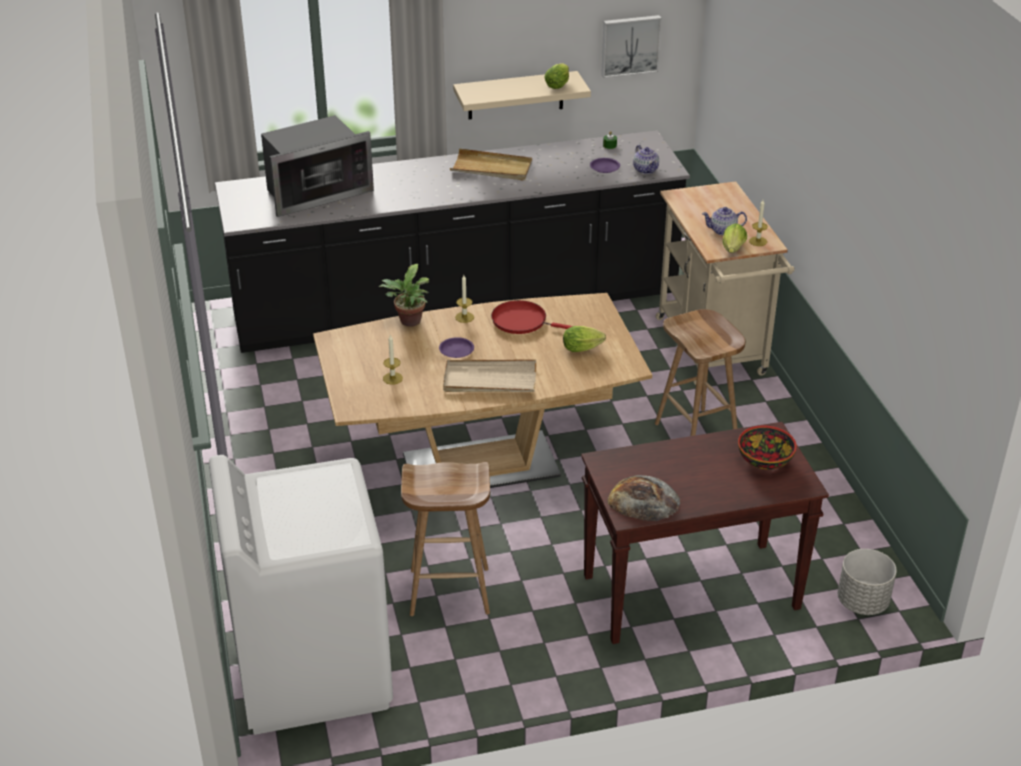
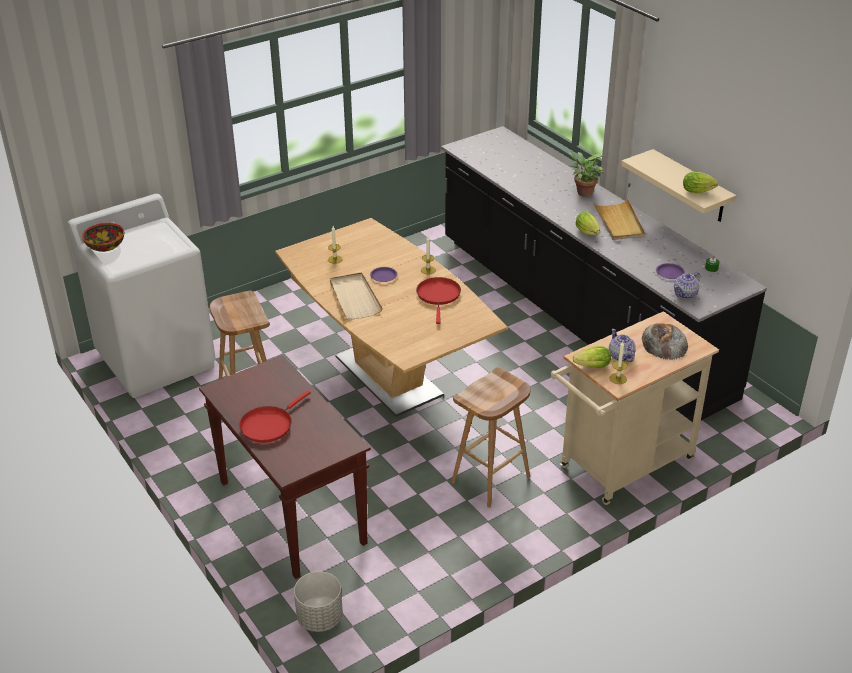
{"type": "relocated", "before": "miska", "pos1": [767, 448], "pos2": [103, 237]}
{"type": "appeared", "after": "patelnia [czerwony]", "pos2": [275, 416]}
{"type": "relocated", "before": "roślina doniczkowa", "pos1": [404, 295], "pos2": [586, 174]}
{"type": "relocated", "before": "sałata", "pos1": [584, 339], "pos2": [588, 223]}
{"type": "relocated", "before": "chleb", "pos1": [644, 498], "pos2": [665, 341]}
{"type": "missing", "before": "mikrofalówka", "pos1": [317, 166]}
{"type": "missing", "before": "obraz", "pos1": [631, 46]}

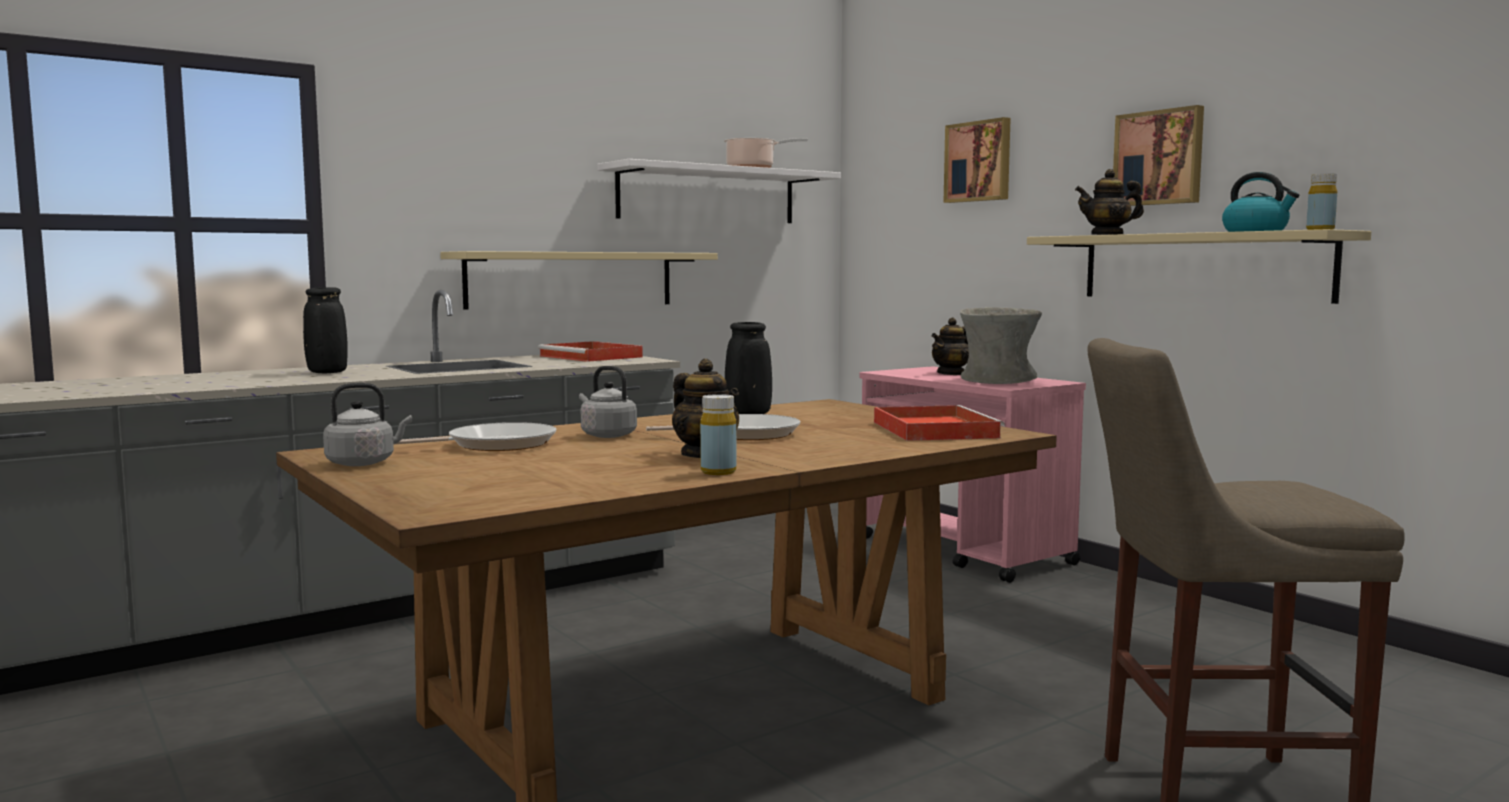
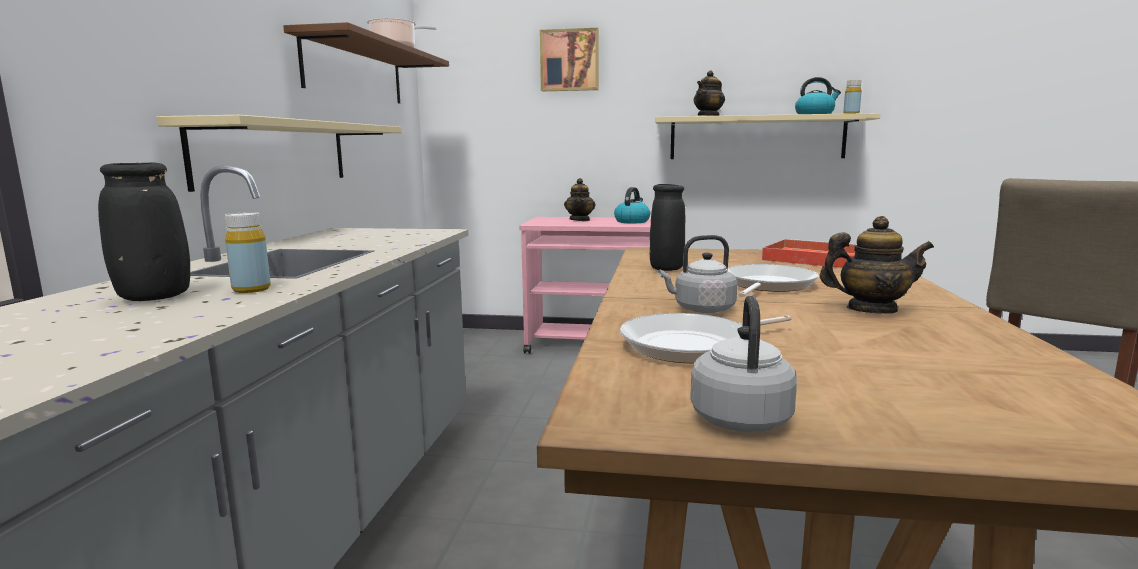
{"type": "relocated", "before": "butelka [żółty]", "pos1": [718, 434], "pos2": [248, 252]}
{"type": "colour", "before": "półka [biały]", "after": "półka [brązowy]", "pos1": [719, 191], "pos2": [366, 63]}
{"type": "exchanged", "before": "wazon [szary]", "after": "czajnik", "pos1": [1001, 345], "pos2": [632, 205]}
{"type": "spun", "before": "patelnia", "pos1": [476, 436], "pos2": [706, 338], "turn": -135}
{"type": "missing", "before": "taca [czerwony]", "pos1": [590, 351]}
{"type": "missing", "before": "obraz", "pos1": [1158, 155]}

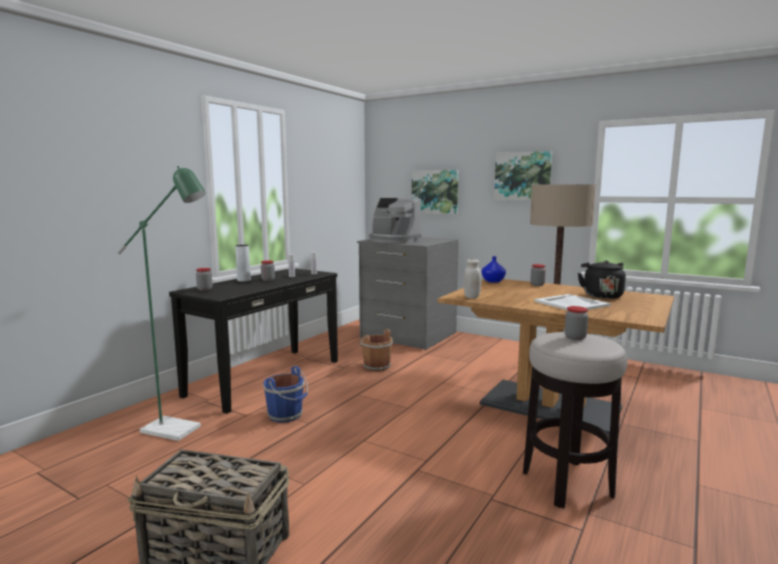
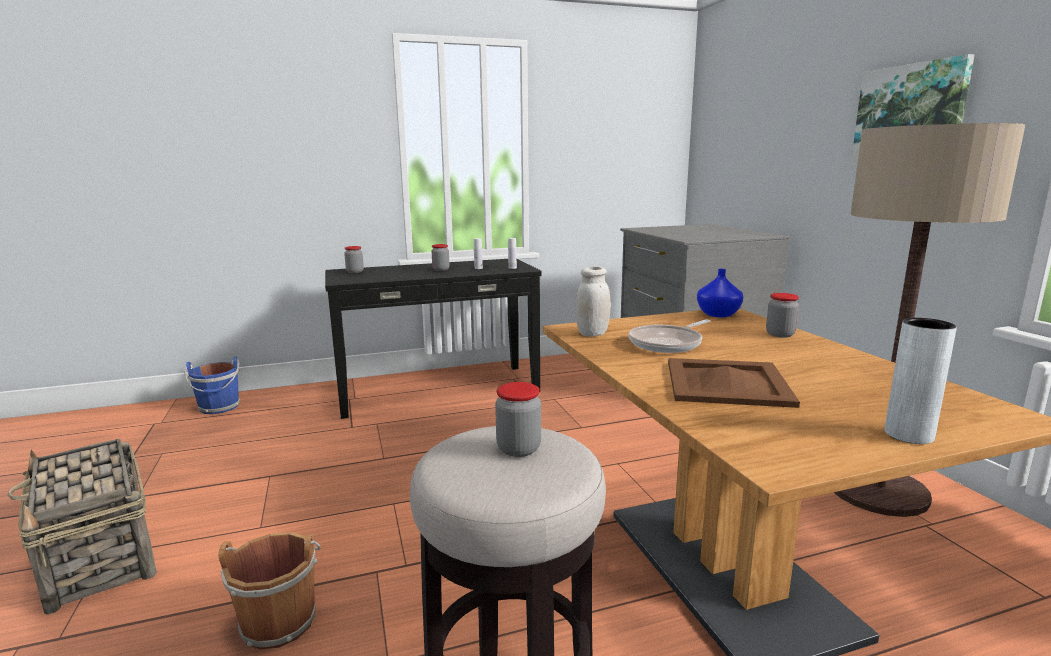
{"type": "relocated", "before": "wiadro [niebieski]", "pos1": [285, 394], "pos2": [212, 385]}
{"type": "relocated", "before": "wiadro [brązowy]", "pos1": [376, 350], "pos2": [269, 591]}
{"type": "appeared", "after": "patelnia", "pos2": [669, 336]}
{"type": "colour", "before": "taca [biały]", "after": "taca [brązowy]", "pos1": [572, 302], "pos2": [734, 383]}
{"type": "relocated", "before": "wazon [szary]", "pos1": [243, 263], "pos2": [920, 381]}
{"type": "missing", "before": "lampa stojąca [zielony]", "pos1": [161, 303]}
{"type": "missing", "before": "ekspres do kawy", "pos1": [395, 220]}
{"type": "missing", "before": "obraz", "pos1": [435, 192]}
{"type": "missing", "before": "czajnik [czarny]", "pos1": [602, 279]}

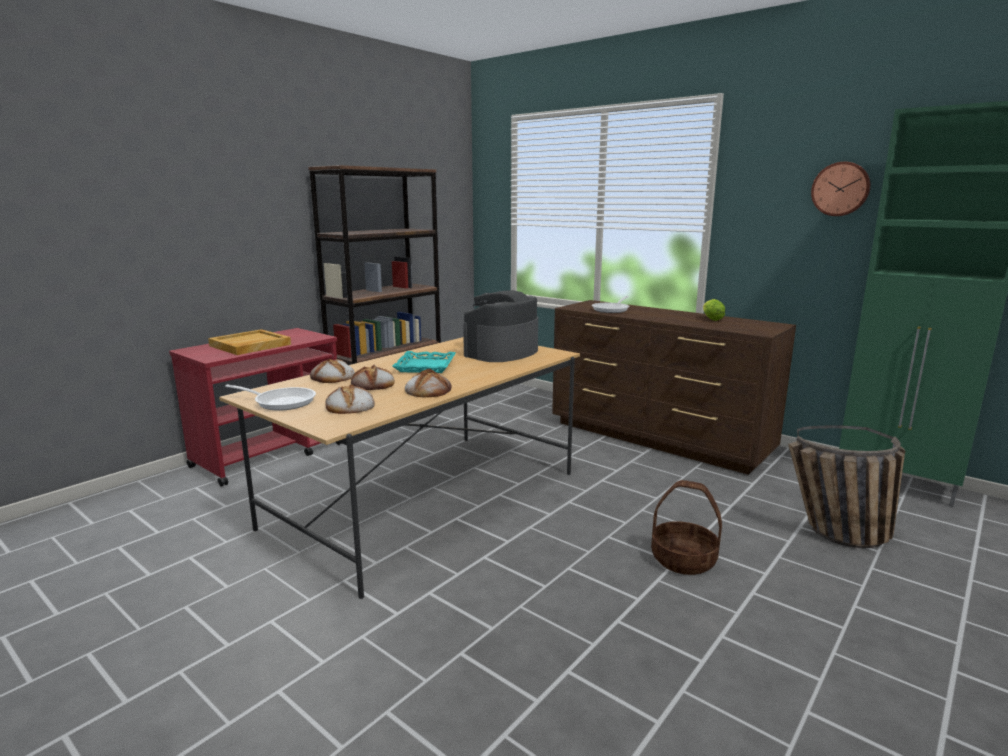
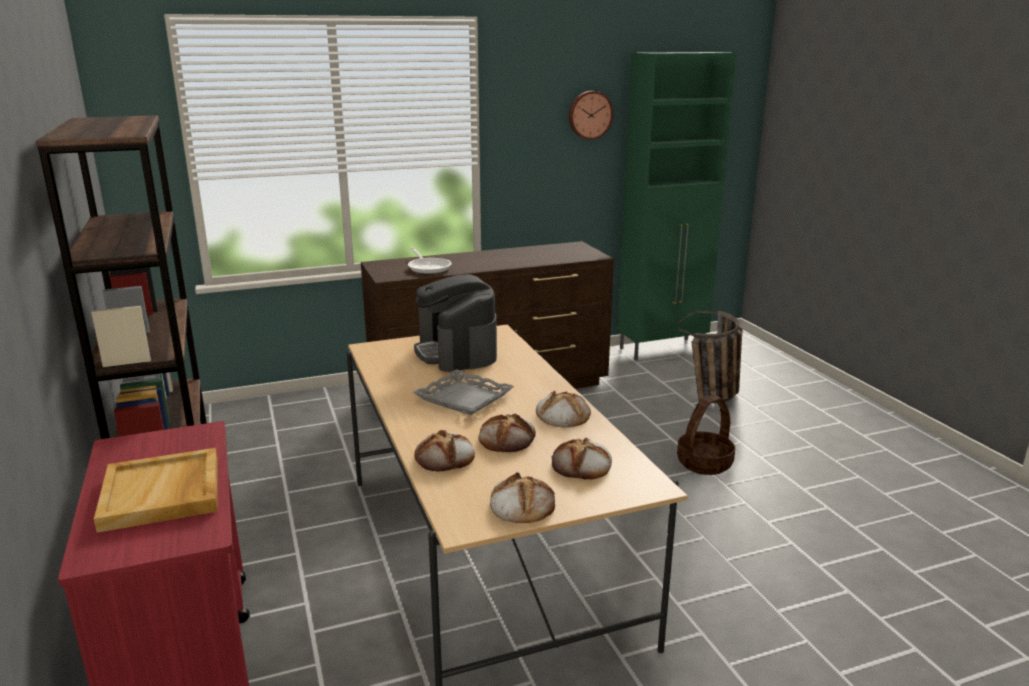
{"type": "colour", "before": "taca [turkusowy]", "after": "taca [szary]", "pos1": [424, 362], "pos2": [463, 392]}
{"type": "exchanged", "before": "patelnia", "after": "chleb", "pos1": [270, 397], "pos2": [522, 497]}
{"type": "missing", "before": "sałata", "pos1": [714, 310]}

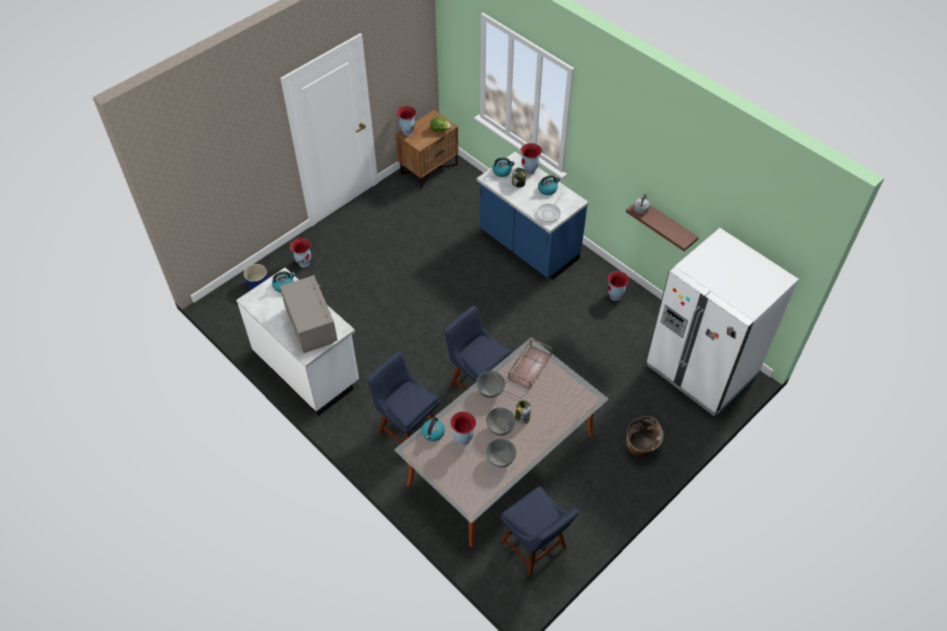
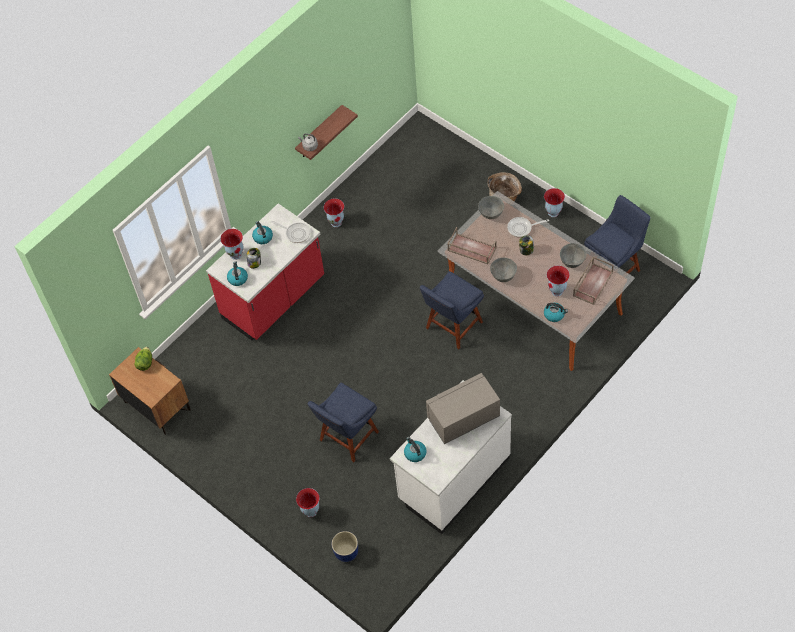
{"type": "colour", "before": "zabudowa kuchenna [niebieski]", "after": "zabudowa kuchenna [czerwony]", "pos1": [532, 216], "pos2": [265, 272]}
{"type": "relocated", "before": "krzesło [niebieski]", "pos1": [403, 397], "pos2": [343, 422]}
{"type": "relocated", "before": "miska [szary]", "pos1": [501, 422], "pos2": [491, 207]}
{"type": "appeared", "after": "patelnia", "pos2": [528, 227]}
{"type": "relocated", "before": "wazon", "pos1": [406, 121], "pos2": [554, 202]}
{"type": "appeared", "after": "taca [brązowy]", "pos2": [593, 280]}
{"type": "missing", "before": "lodówka [biały]", "pos1": [722, 322]}

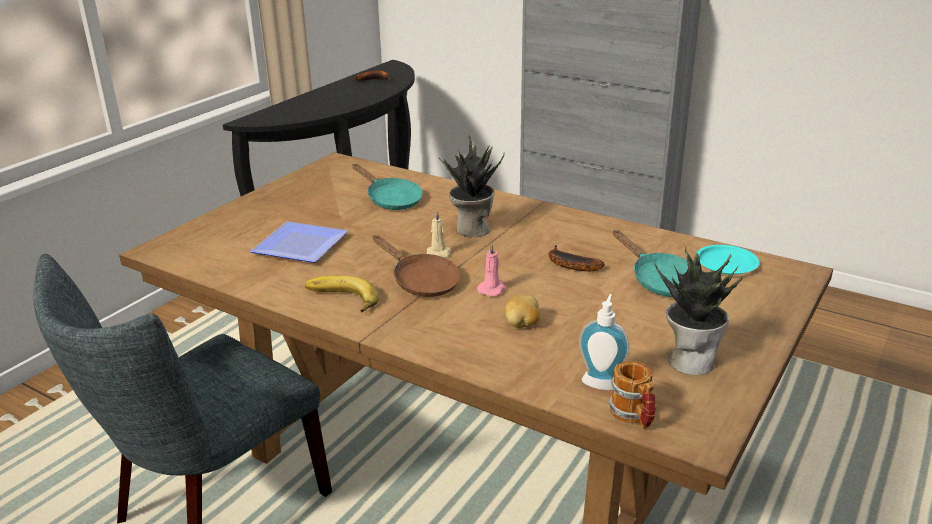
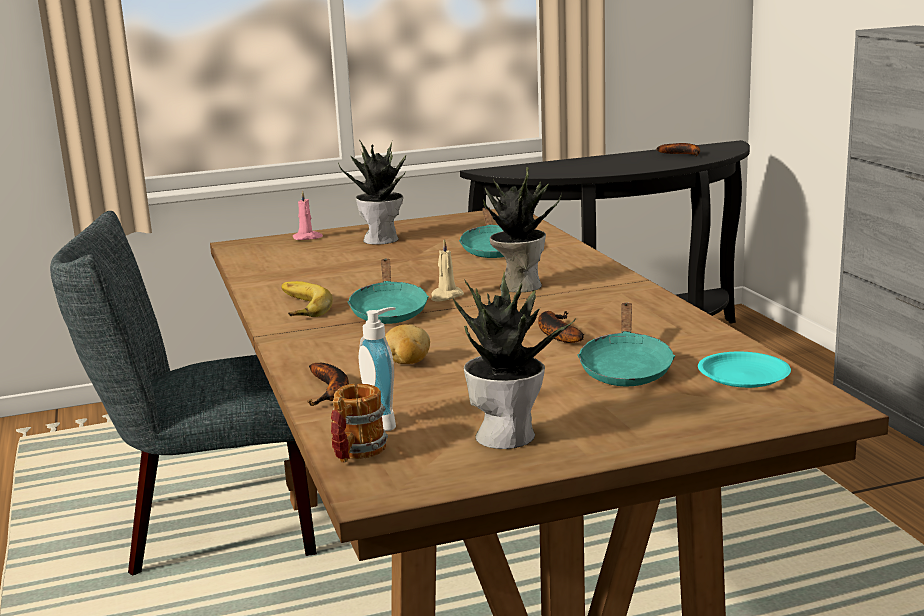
{"type": "relocated", "before": "świeca [różowy]", "pos1": [491, 269], "pos2": [308, 215]}
{"type": "appeared", "after": "banan", "pos2": [328, 384]}
{"type": "appeared", "after": "roślina doniczkowa", "pos2": [372, 192]}
{"type": "colour", "before": "patelnia [brązowy]", "after": "patelnia [turkusowy]", "pos1": [416, 266], "pos2": [388, 291]}
{"type": "missing", "before": "talerz", "pos1": [299, 242]}

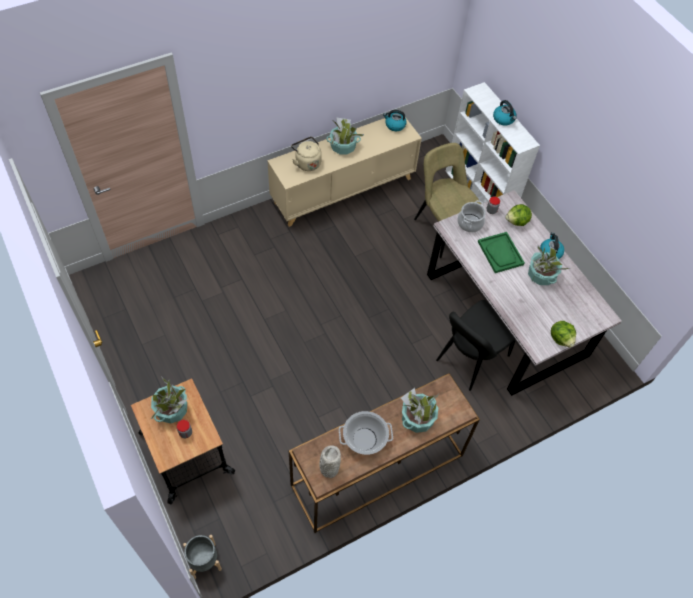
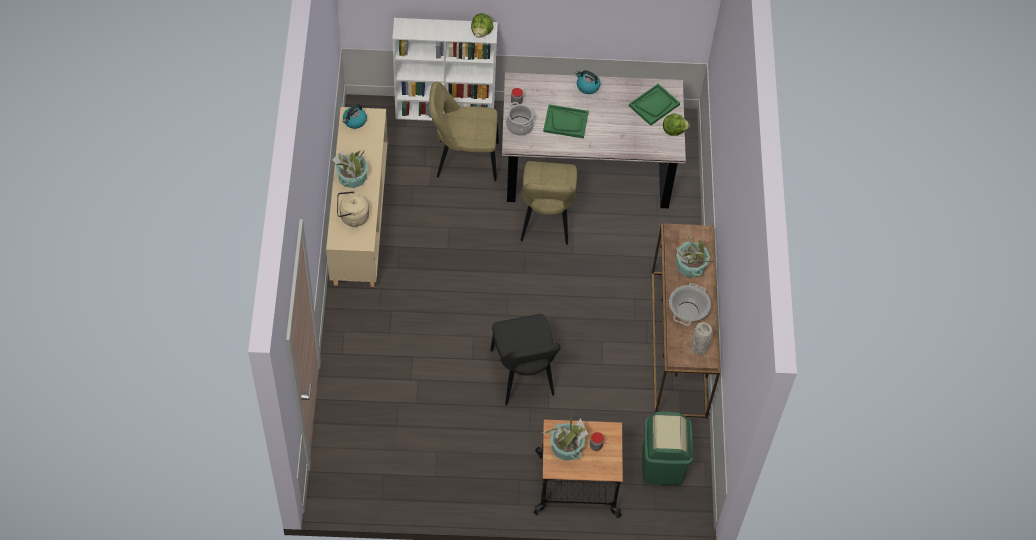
{"type": "relocated", "before": "sałata", "pos1": [518, 215], "pos2": [482, 25]}
{"type": "relocated", "before": "krzesło [czarny]", "pos1": [476, 345], "pos2": [525, 359]}
{"type": "appeared", "after": "krzesło [beżowy]", "pos2": [549, 203]}
{"type": "appeared", "after": "taca [zielony]", "pos2": [654, 105]}
{"type": "appeared", "after": "kosz na śmieci [zielony]", "pos2": [667, 448]}
{"type": "missing", "before": "donica [szary]", "pos1": [202, 557]}
{"type": "missing", "before": "czajnik", "pos1": [504, 113]}
{"type": "missing", "before": "roślina doniczkowa", "pos1": [549, 265]}

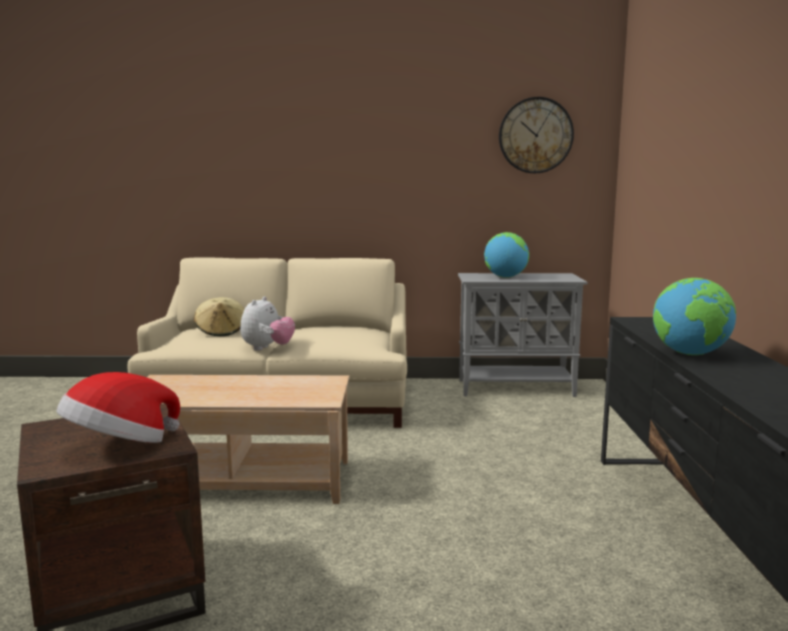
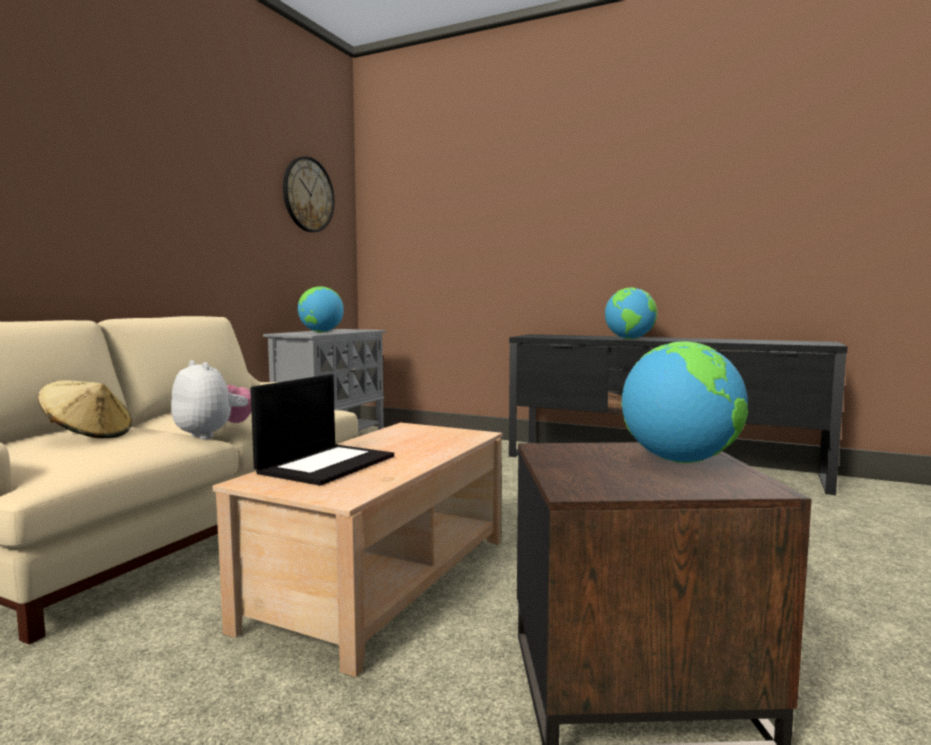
{"type": "appeared", "after": "laptop", "pos2": [322, 430]}
{"type": "exchanged", "before": "kapelusz", "after": "globus", "pos1": [118, 407], "pos2": [684, 402]}

